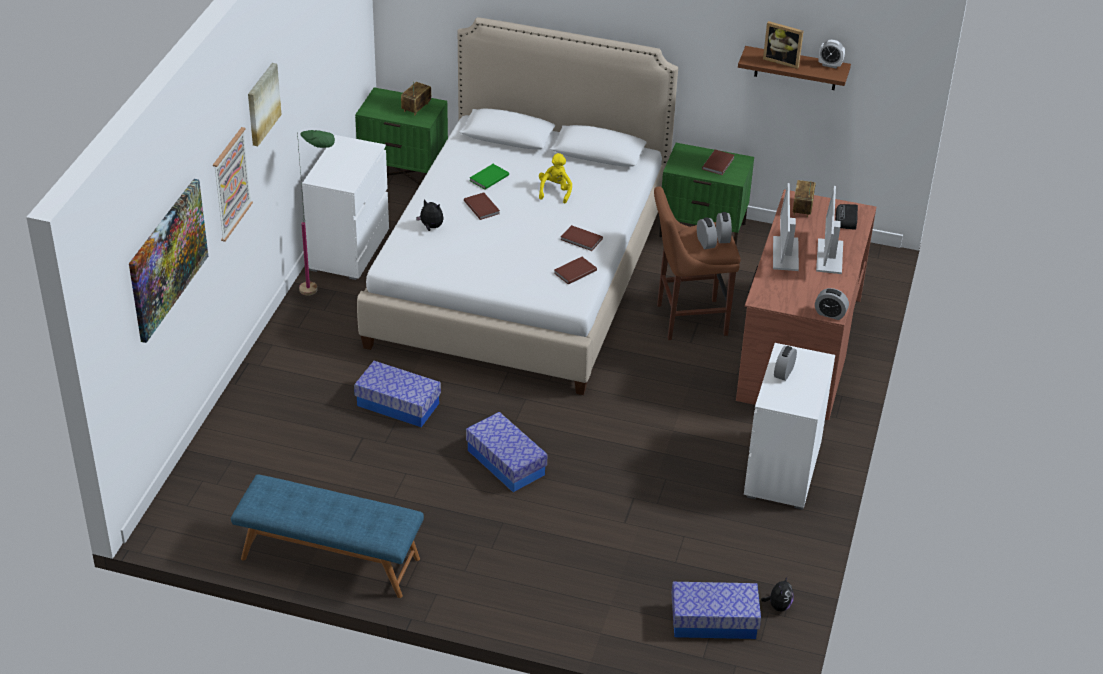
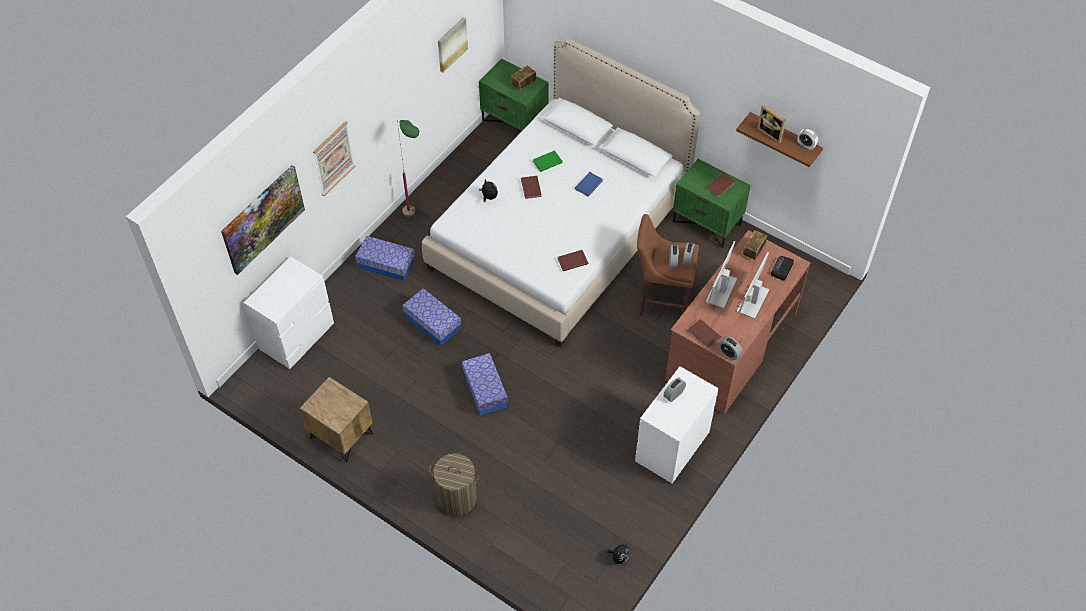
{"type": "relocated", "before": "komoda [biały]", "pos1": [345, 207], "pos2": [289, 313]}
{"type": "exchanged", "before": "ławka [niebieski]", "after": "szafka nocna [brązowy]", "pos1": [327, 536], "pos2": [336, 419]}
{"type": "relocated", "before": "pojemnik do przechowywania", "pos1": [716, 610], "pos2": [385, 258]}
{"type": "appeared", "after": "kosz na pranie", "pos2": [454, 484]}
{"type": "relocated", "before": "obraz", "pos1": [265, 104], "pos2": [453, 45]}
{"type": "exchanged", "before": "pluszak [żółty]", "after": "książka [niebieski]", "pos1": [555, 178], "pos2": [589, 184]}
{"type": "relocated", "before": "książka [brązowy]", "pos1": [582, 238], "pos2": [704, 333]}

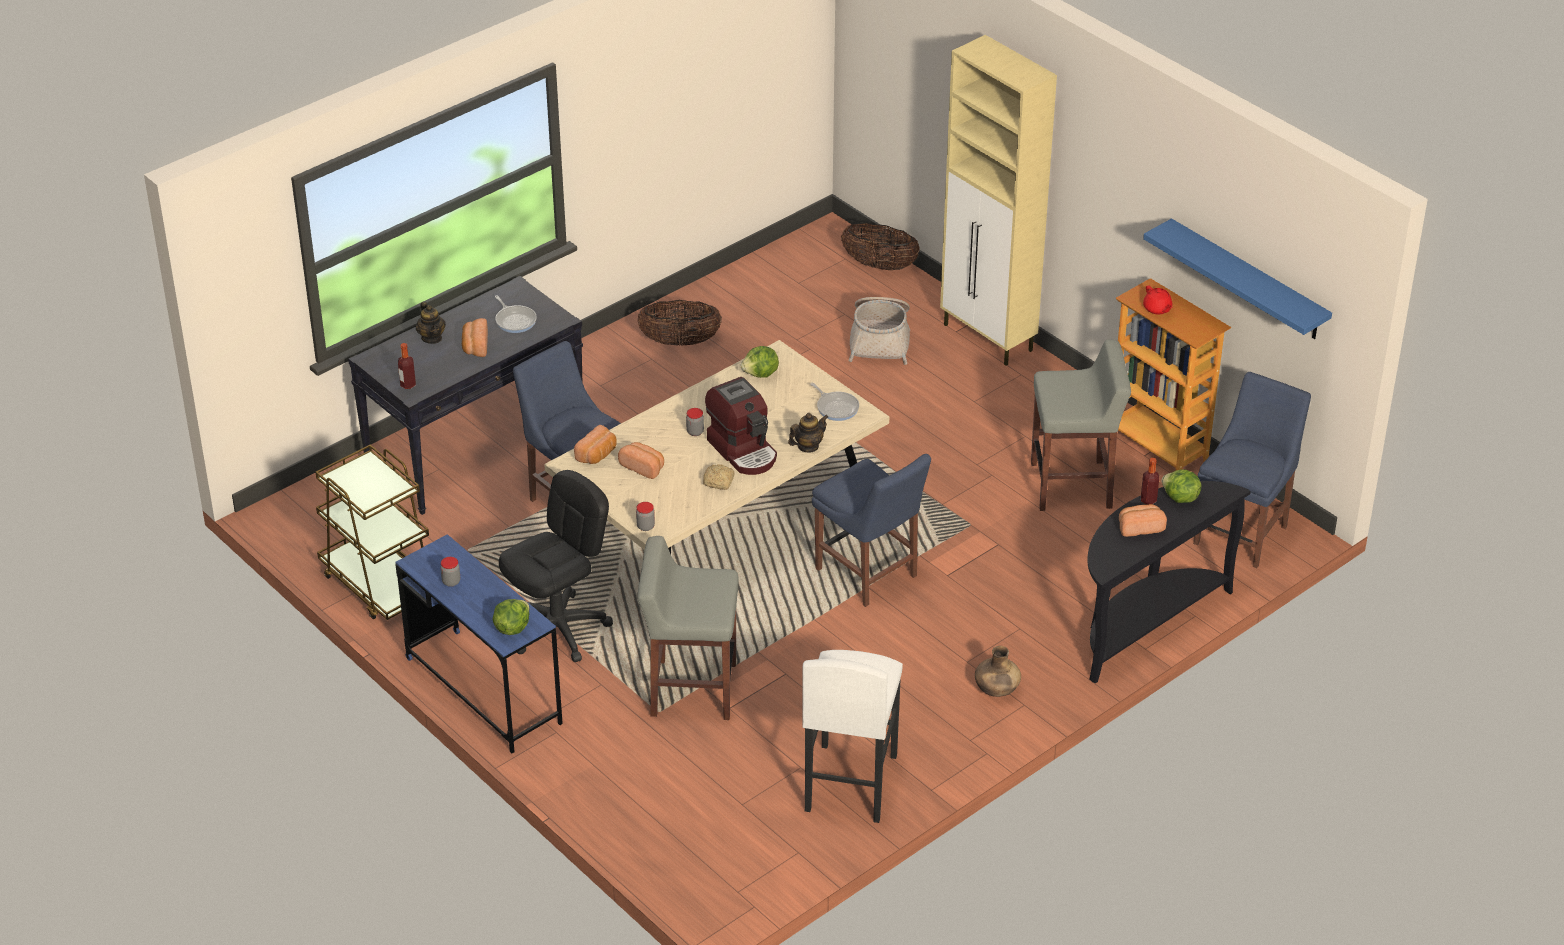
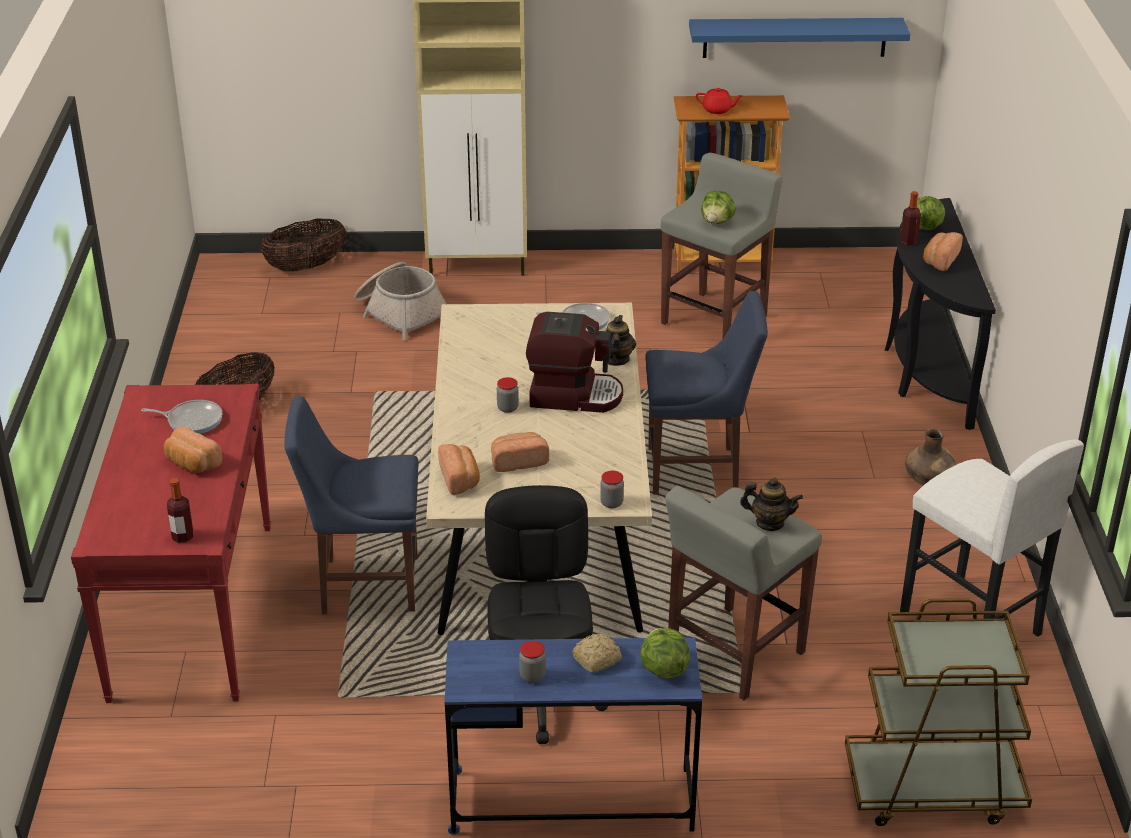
{"type": "colour", "before": "stolik konsolowy [czarny]", "after": "stolik konsolowy [czerwony]", "pos1": [465, 395], "pos2": [171, 543]}
{"type": "relocated", "before": "chleb", "pos1": [718, 477], "pos2": [597, 653]}
{"type": "relocated", "before": "sałata", "pos1": [759, 362], "pos2": [718, 207]}
{"type": "relocated", "before": "imbryk", "pos1": [431, 323], "pos2": [771, 504]}
{"type": "relocated", "before": "wózek [brązowy]", "pos1": [372, 532], "pos2": [938, 712]}
{"type": "missing", "before": "krzesło [niebieski]", "pos1": [1252, 470]}

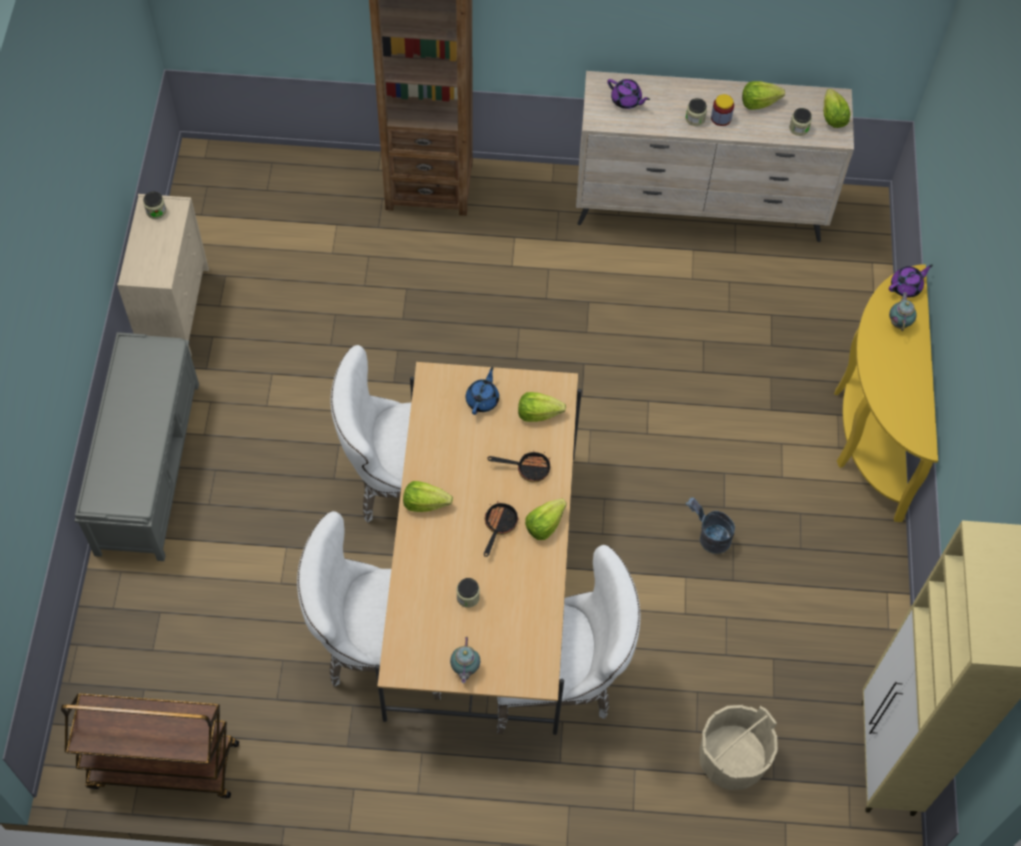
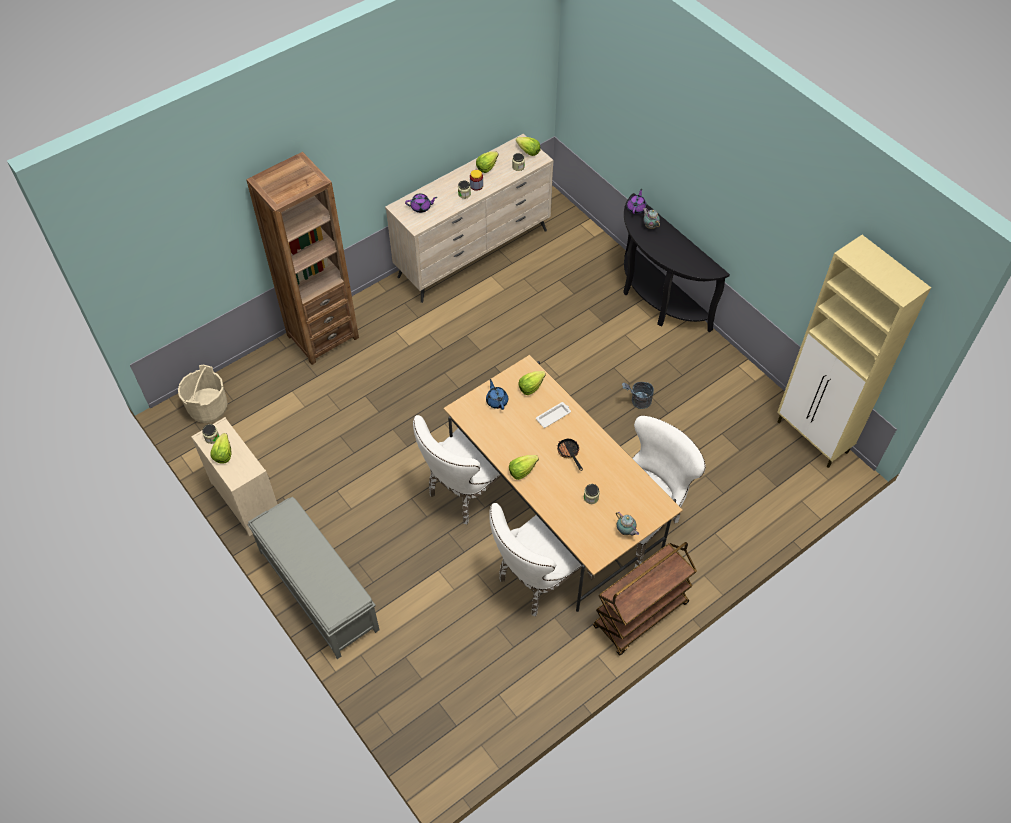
{"type": "relocated", "before": "wiadro [beżowy]", "pos1": [739, 747], "pos2": [203, 393]}
{"type": "relocated", "before": "sałata", "pos1": [546, 519], "pos2": [220, 448]}
{"type": "exchanged", "before": "patelnia", "after": "taca [biały]", "pos1": [519, 467], "pos2": [553, 415]}
{"type": "relocated", "before": "wózek [brązowy]", "pos1": [150, 745], "pos2": [645, 599]}
{"type": "colour", "before": "stolik konsolowy [żółty]", "after": "stolik konsolowy [czarny]", "pos1": [886, 393], "pos2": [676, 262]}

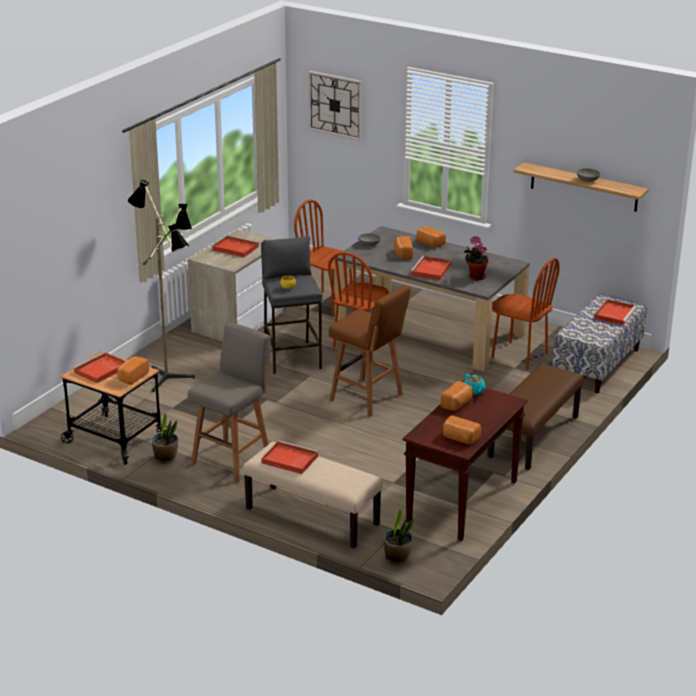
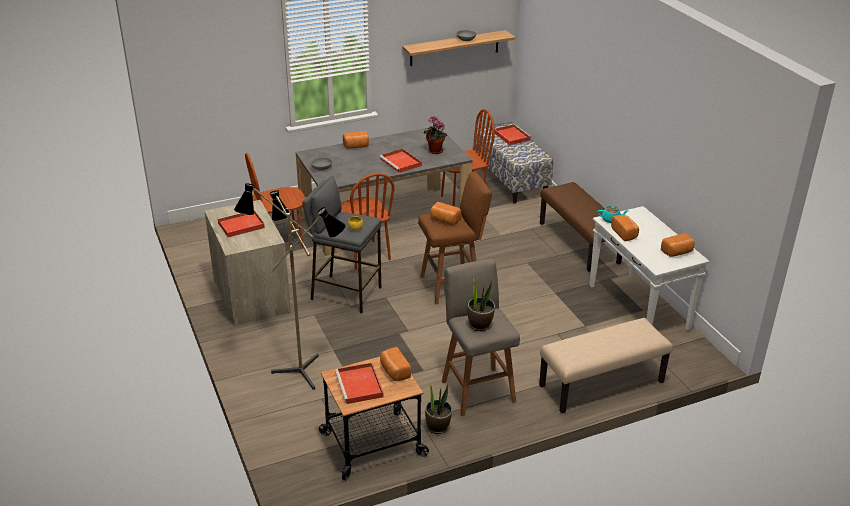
{"type": "relocated", "before": "chleb", "pos1": [403, 247], "pos2": [446, 213]}
{"type": "relocated", "before": "roślina doniczkowa", "pos1": [399, 535], "pos2": [481, 305]}
{"type": "colour", "before": "stolik konsolowy [brązowy]", "after": "stolik konsolowy [biały]", "pos1": [465, 464], "pos2": [649, 268]}
{"type": "missing", "before": "taca [czerwony]", "pos1": [290, 457]}
{"type": "missing", "before": "zegar ścienny", "pos1": [335, 106]}

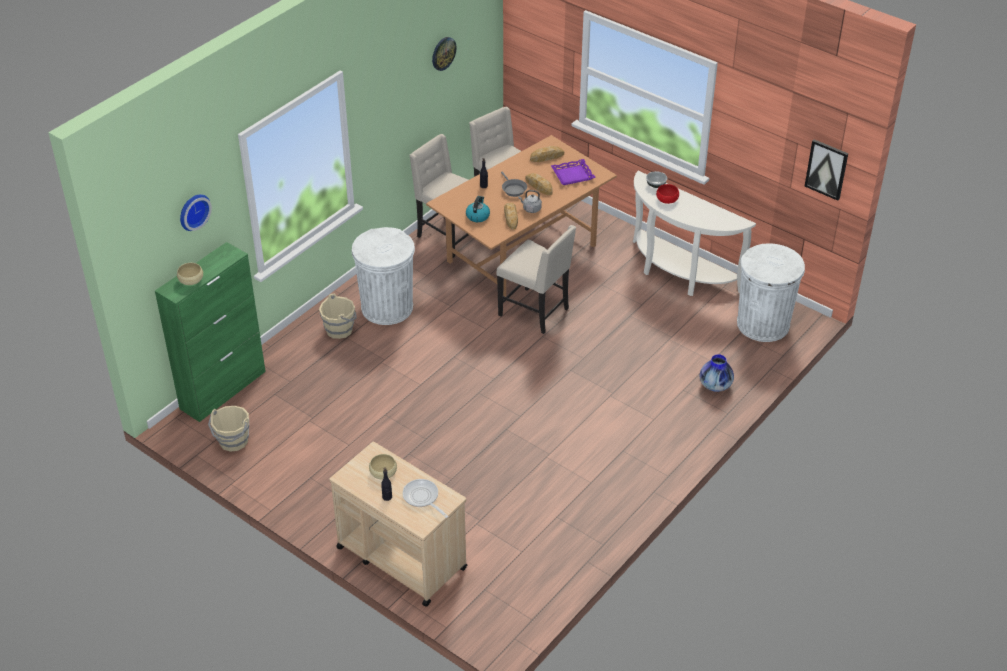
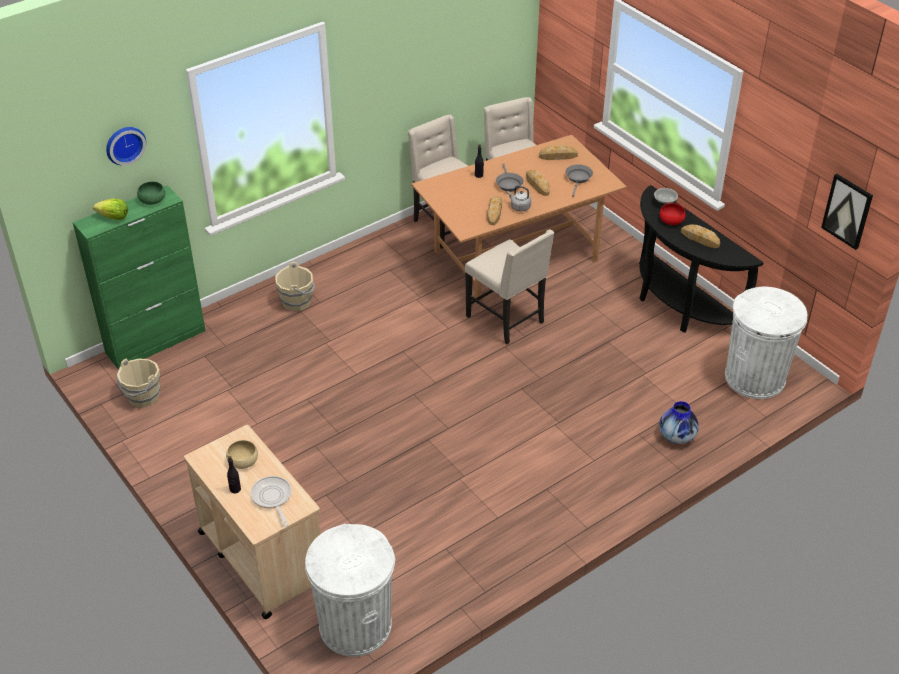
{"type": "exchanged", "before": "miska [beżowy]", "after": "sałata", "pos1": [190, 274], "pos2": [110, 209]}
{"type": "appeared", "after": "miska [zielony]", "pos2": [151, 193]}
{"type": "relocated", "before": "kosz na śmieci [biały]", "pos1": [383, 276], "pos2": [350, 590]}
{"type": "exchanged", "before": "taca [fioletowy]", "after": "patelnia [szary]", "pos1": [573, 172], "pos2": [579, 180]}
{"type": "colour", "before": "stolik konsolowy [biały]", "after": "stolik konsolowy [czarny]", "pos1": [694, 233], "pos2": [701, 258]}
{"type": "appeared", "after": "chleb", "pos2": [700, 236]}
{"type": "missing", "before": "zegar ścienny", "pos1": [444, 54]}
{"type": "missing", "before": "czajnik", "pos1": [478, 209]}

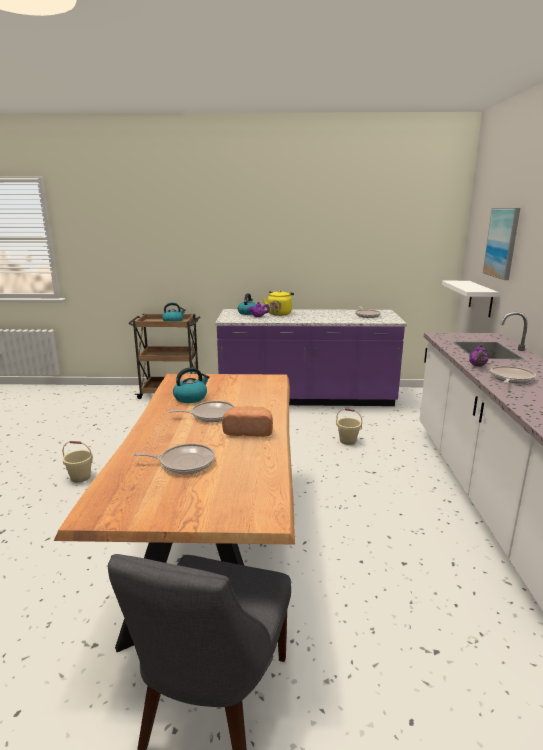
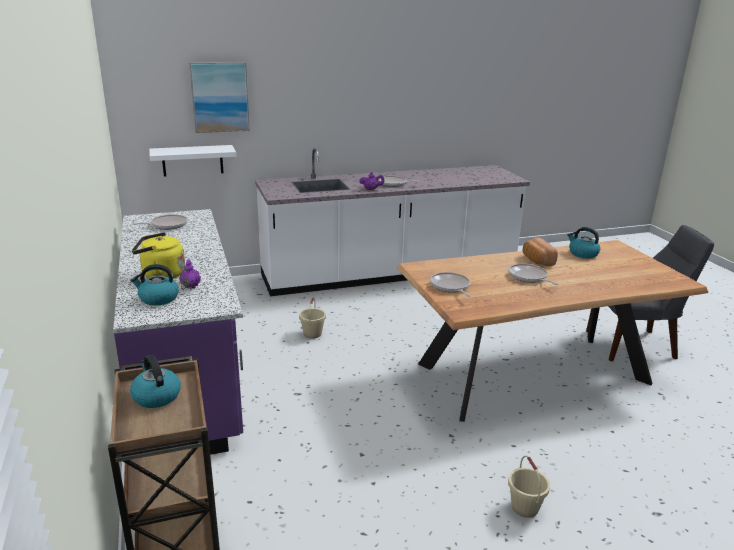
{"type": "relocated", "before": "patelnia", "pos1": [174, 459], "pos2": [450, 284]}
{"type": "relocated", "before": "czajnik", "pos1": [191, 385], "pos2": [583, 242]}

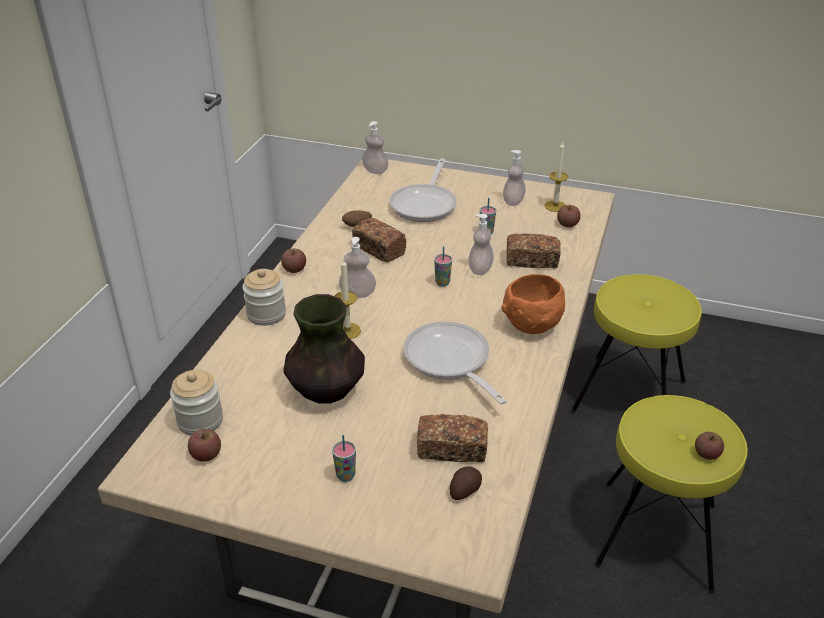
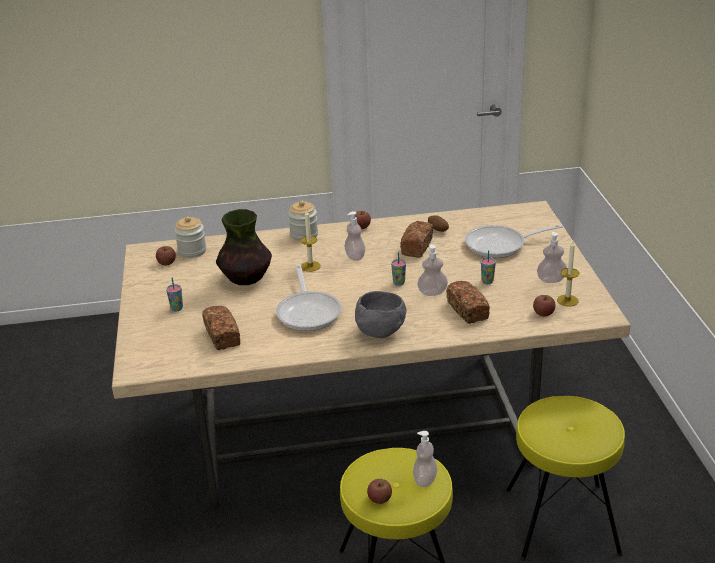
{"type": "spun", "before": "patelnia", "pos1": [455, 363], "pos2": [309, 297], "turn": 135}
{"type": "colour", "before": "miska [pomarańczowy]", "after": "miska [szary]", "pos1": [533, 304], "pos2": [380, 314]}
{"type": "relocated", "before": "dozownik mydła", "pos1": [375, 147], "pos2": [425, 459]}
{"type": "missing", "before": "ziemniak", "pos1": [466, 483]}

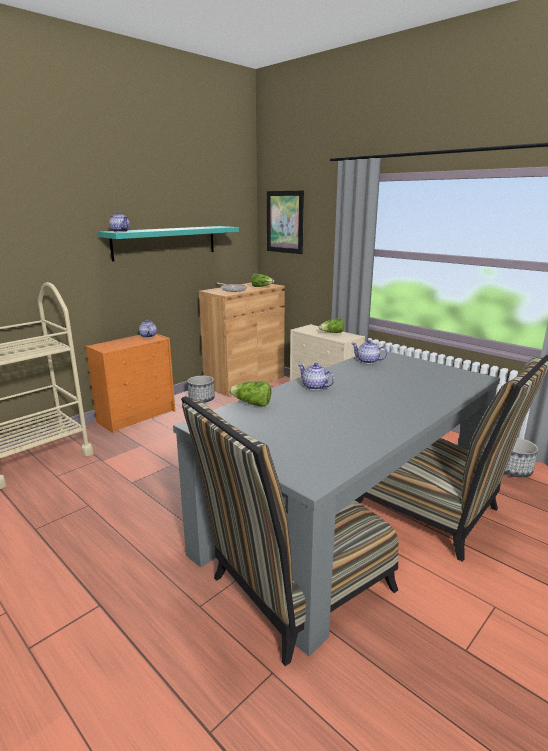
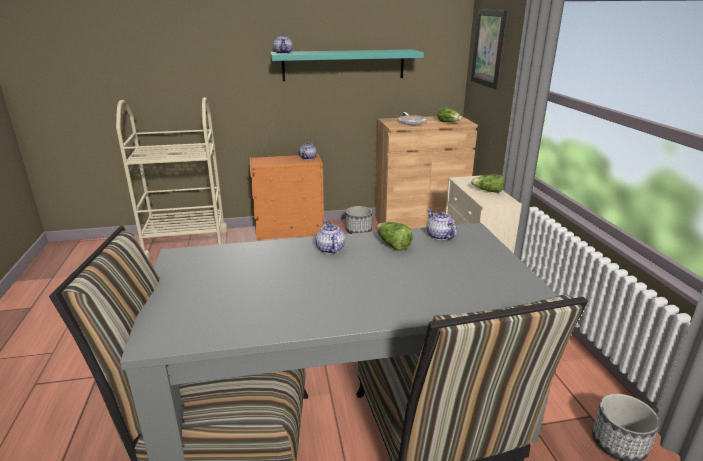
{"type": "relocated", "before": "sałata", "pos1": [250, 394], "pos2": [394, 236]}

